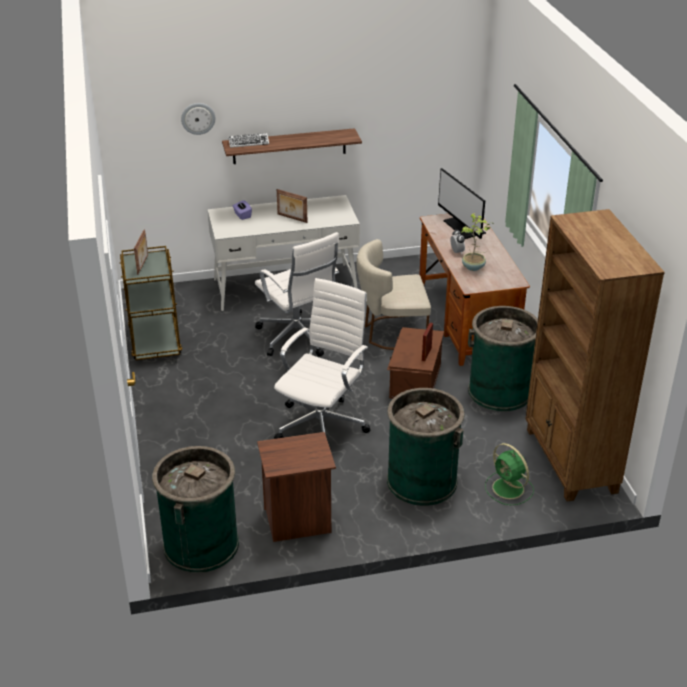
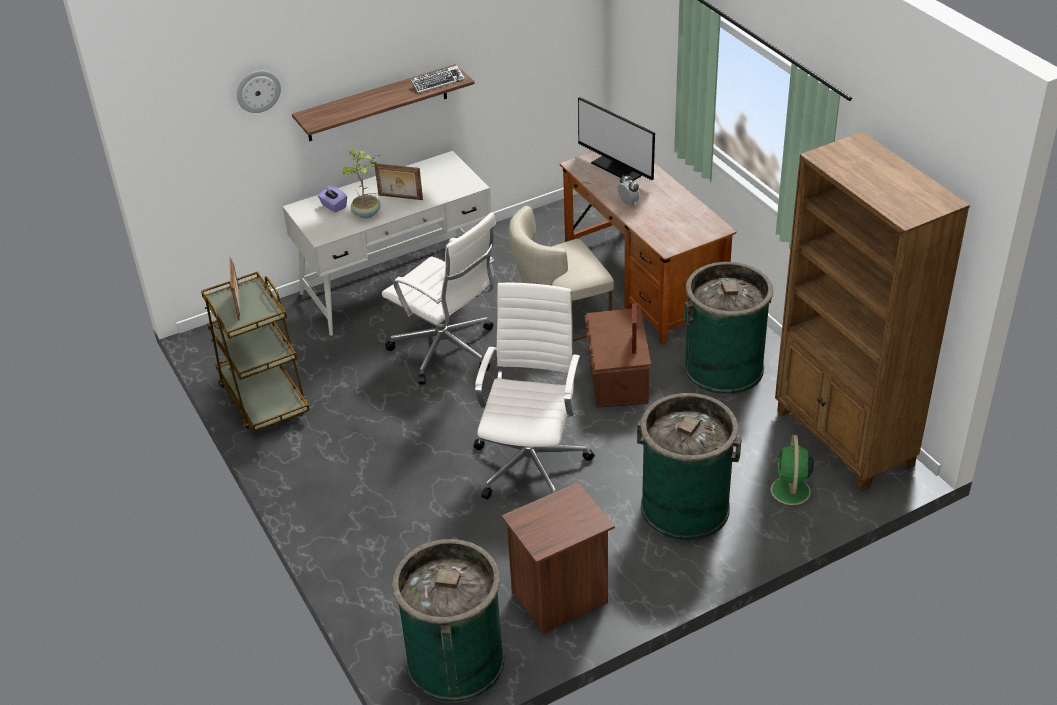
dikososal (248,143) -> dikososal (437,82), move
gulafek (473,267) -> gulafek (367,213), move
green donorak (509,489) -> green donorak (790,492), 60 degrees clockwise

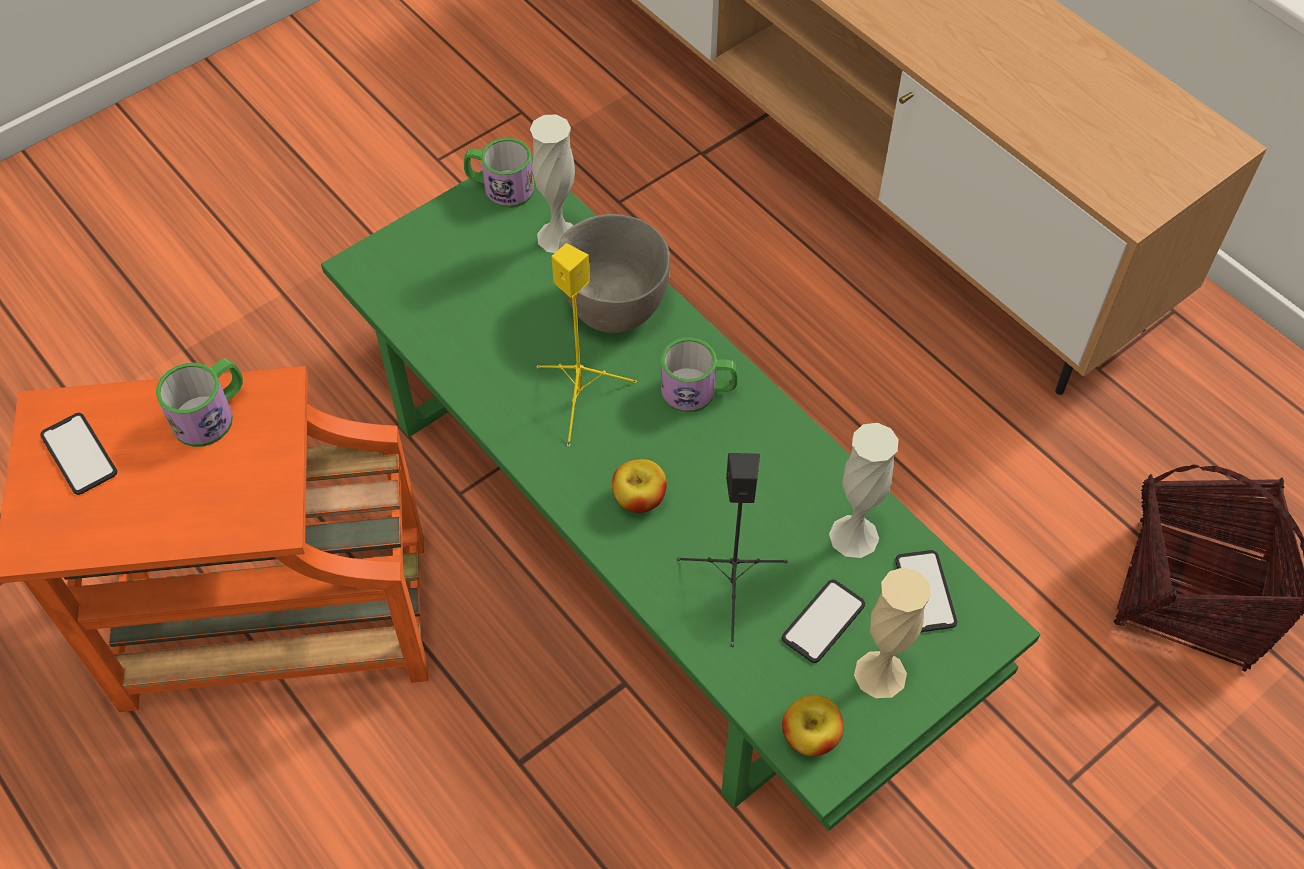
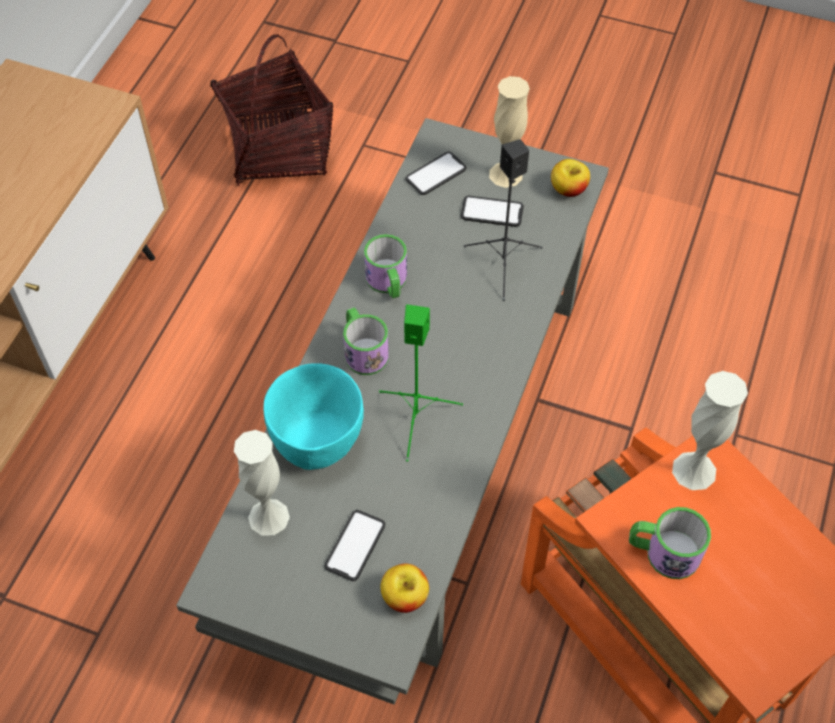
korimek (79,454) -> korimek (355,545), move
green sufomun (650,531) -> grey sufomun (417,441)
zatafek (500,187) -> zatafek (388,282), move
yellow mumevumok (581,396) -> green mumevumok (415,418)
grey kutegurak (614,307) -> turquoise kutegurak (318,439)
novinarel (639,499) -> novinarel (405,597), move
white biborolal (854,536) -> white biborolal (694,470), move

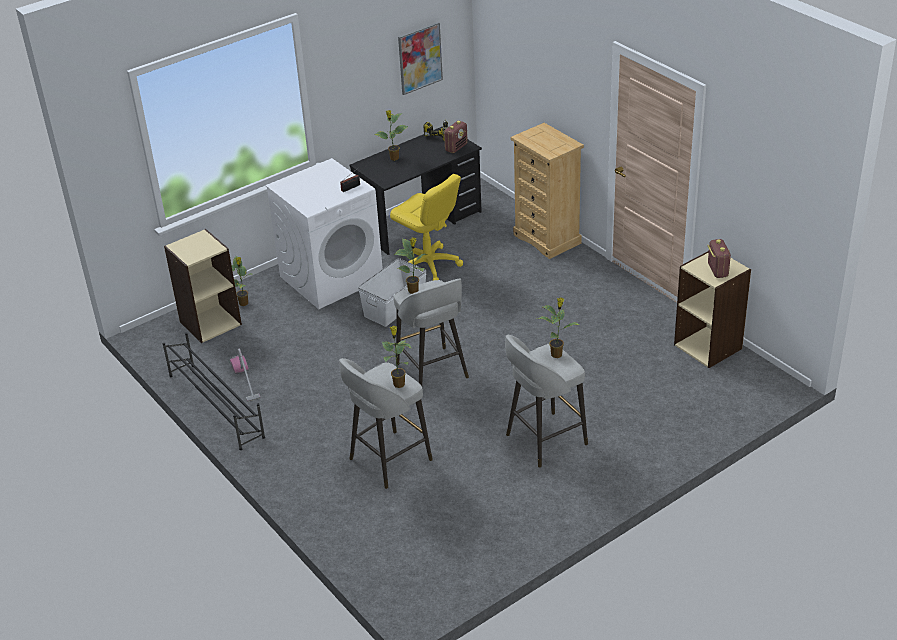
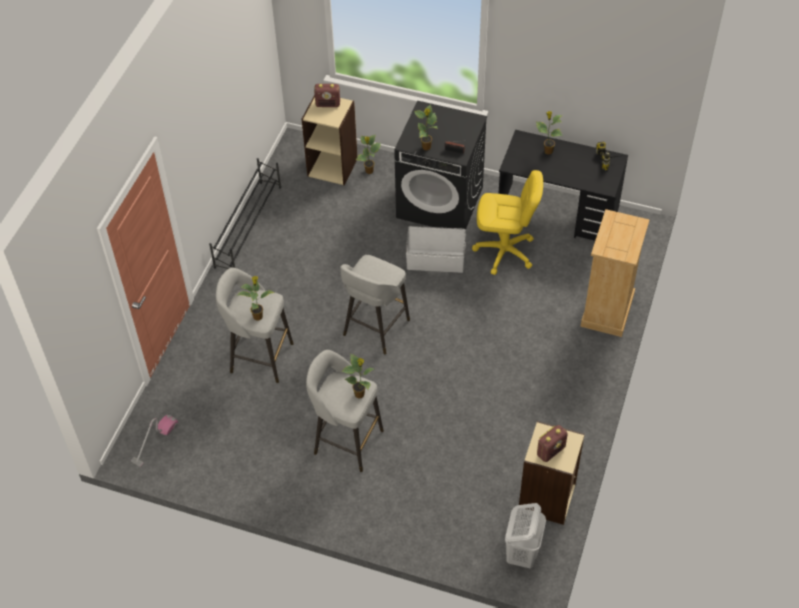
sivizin (245,381) -> sivizin (155,442), move
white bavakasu (331,277) -> black bavakasu (440,202)
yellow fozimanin (428,265) -> yellow fozimanin (504,252), 90 degrees counterclockwise
gulafek (414,290) -> gulafek (426,147), move
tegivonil (420,58) -> none
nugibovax (456,147) -> nugibovax (328,104), move
none -> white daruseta (522,553)

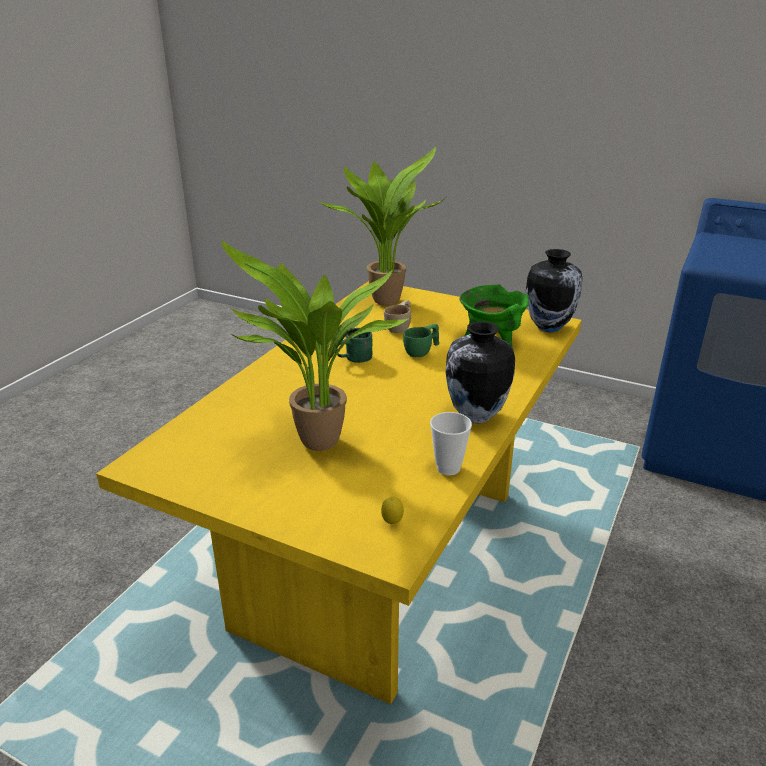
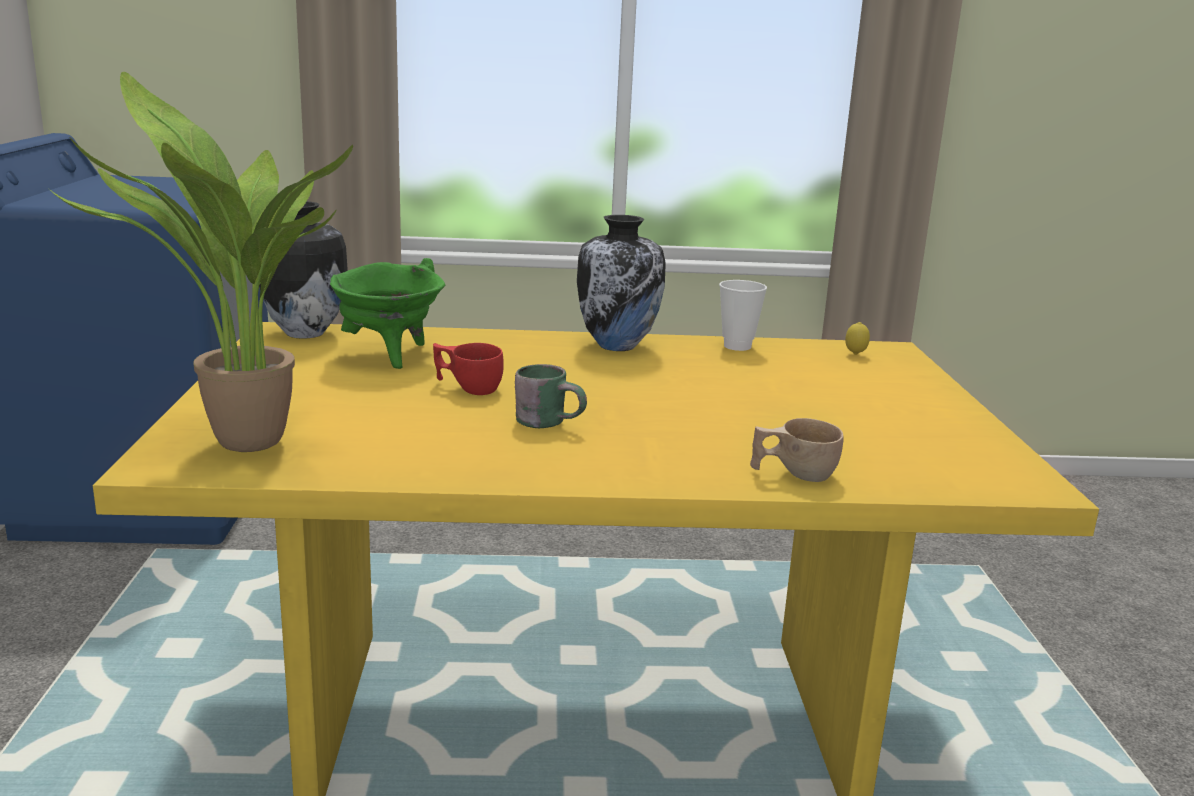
gulafek (316,446) -> none
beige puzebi (400,327) -> beige puzebi (793,473), move
green puzebi (422,351) -> red puzebi (467,387)

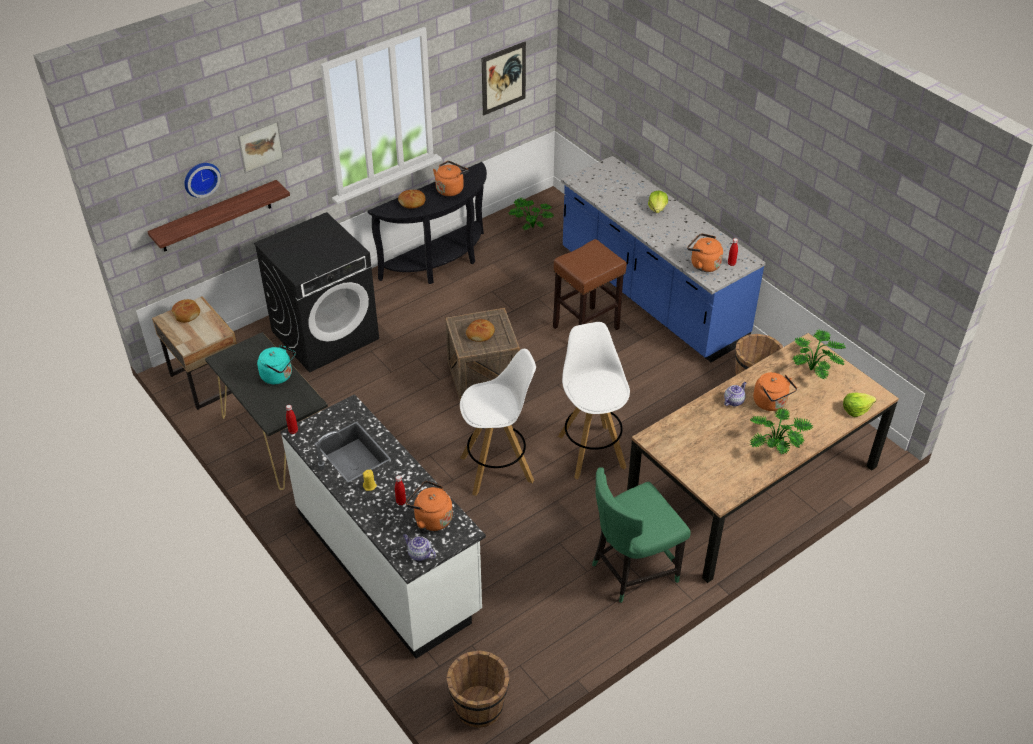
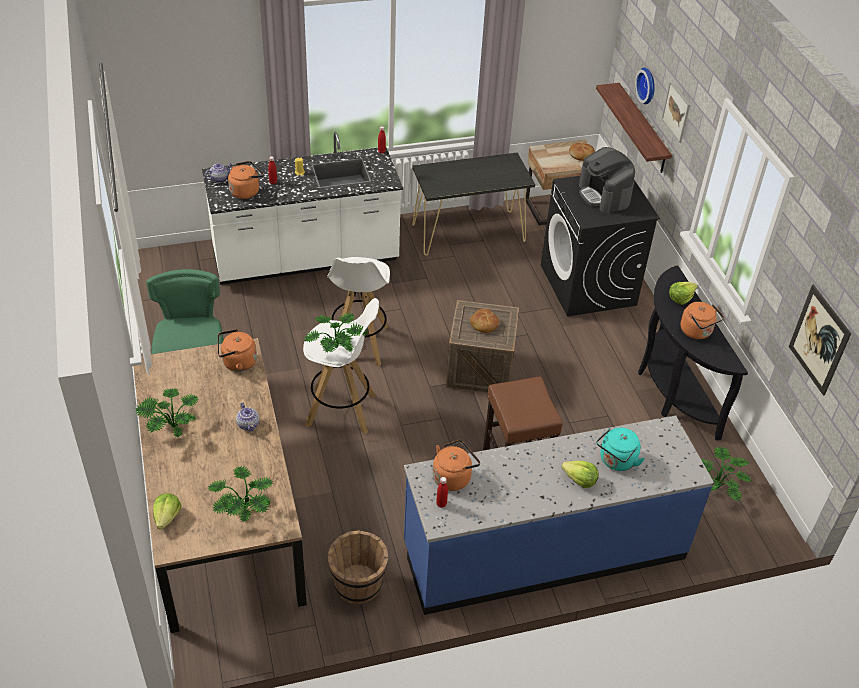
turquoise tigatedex (279,376) -> turquoise tigatedex (616,461), move
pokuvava (412,202) -> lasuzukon (680,298)
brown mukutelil (479,706) -> none
orange tigatedex (771,403) -> orange tigatedex (237,363), move
none -> gulafek (337,350)
none -> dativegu (604,195)

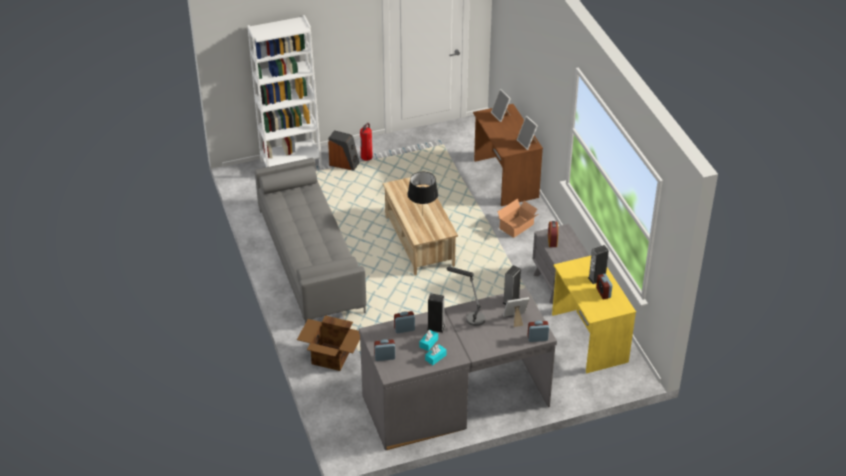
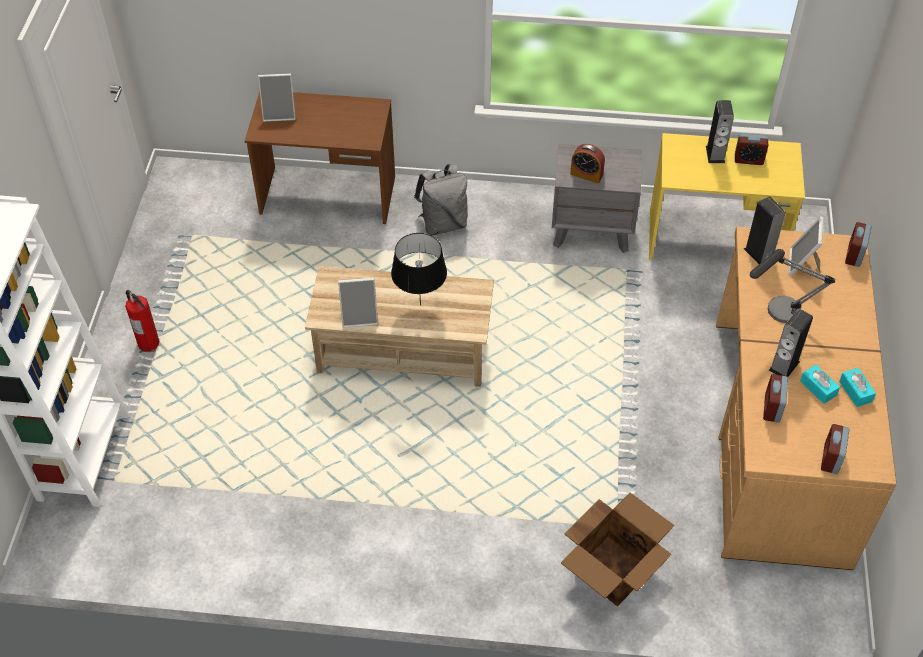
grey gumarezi (309,260) -> none
mumevumok (344,163) -> none
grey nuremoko (455,399) -> brown nuremoko (777,439)
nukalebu (518,226) -> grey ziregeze (443,223)
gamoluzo (527,143) -> gamoluzo (360,316), move

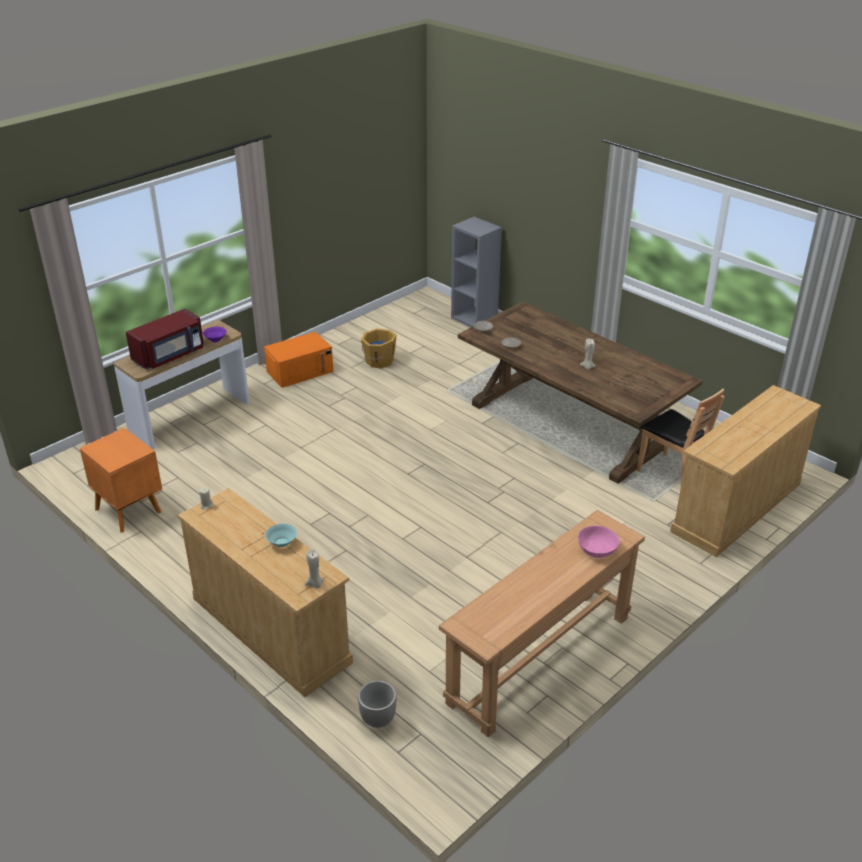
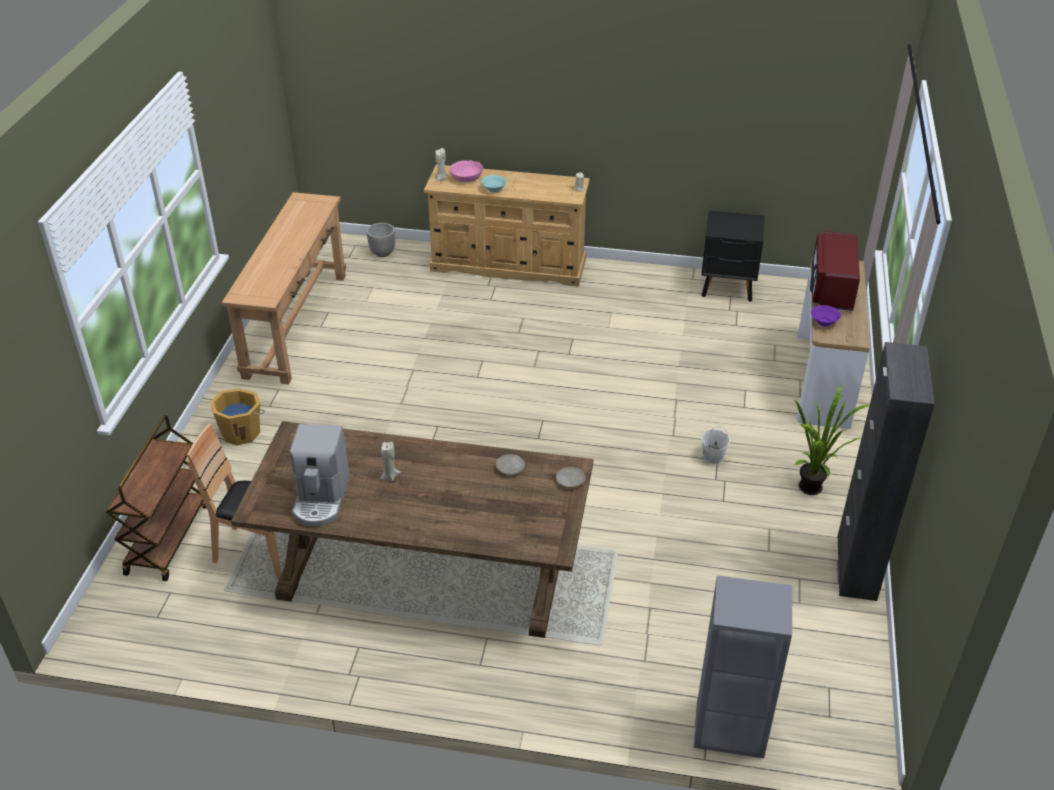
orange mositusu (129,509) -> black mositusu (728,287)
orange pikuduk (300,371) -> gulafek (814,491)
orange mukutelil (379,361) -> orange mukutelil (241,432), move
pink kutegurak (597,549) -> pink kutegurak (466,178), move
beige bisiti (736,508) -> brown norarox (167,538)
none -> dativegu (321,499)
none -> white mukutelil (712,457)
none -> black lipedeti (856,567)

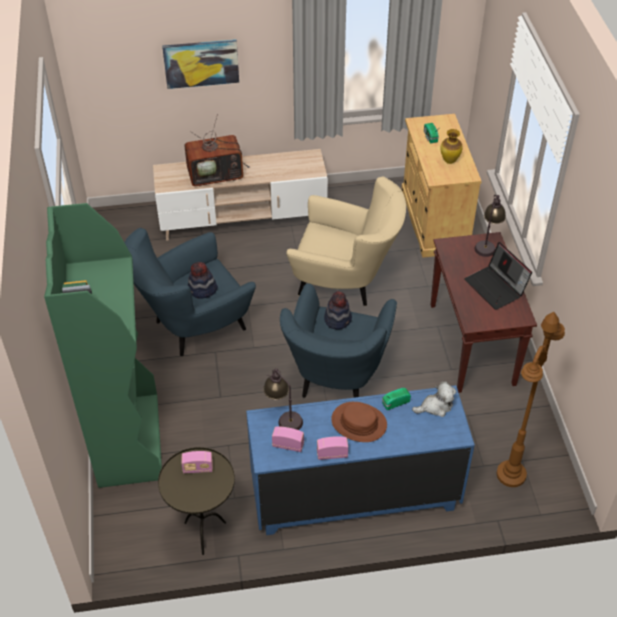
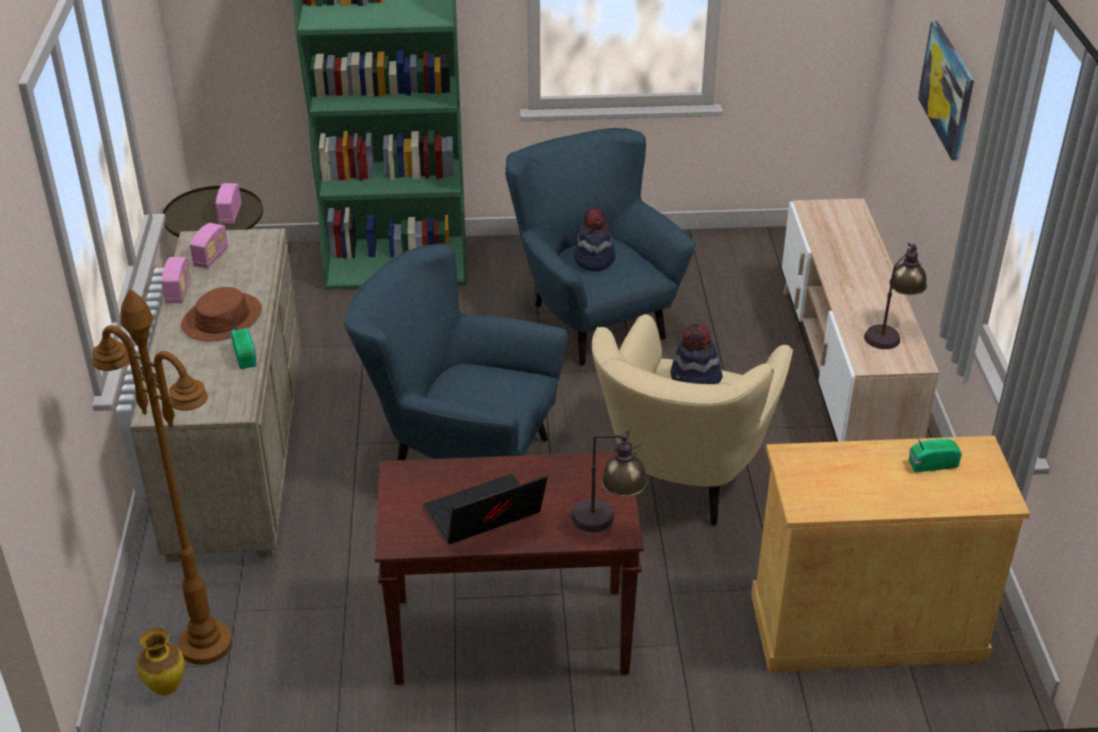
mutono (216,174) -> none
blue bisiti (355,493) -> beige bisiti (238,458)
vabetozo (283,417) -> vabetozo (891,333), move
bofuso (338,319) -> bofuso (695,378), move
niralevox (435,406) -> none
biborolal (449,161) -> biborolal (167,688), move

